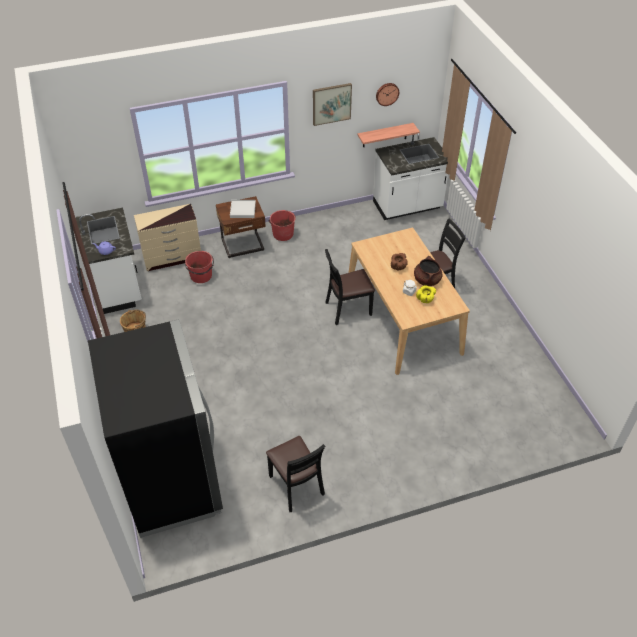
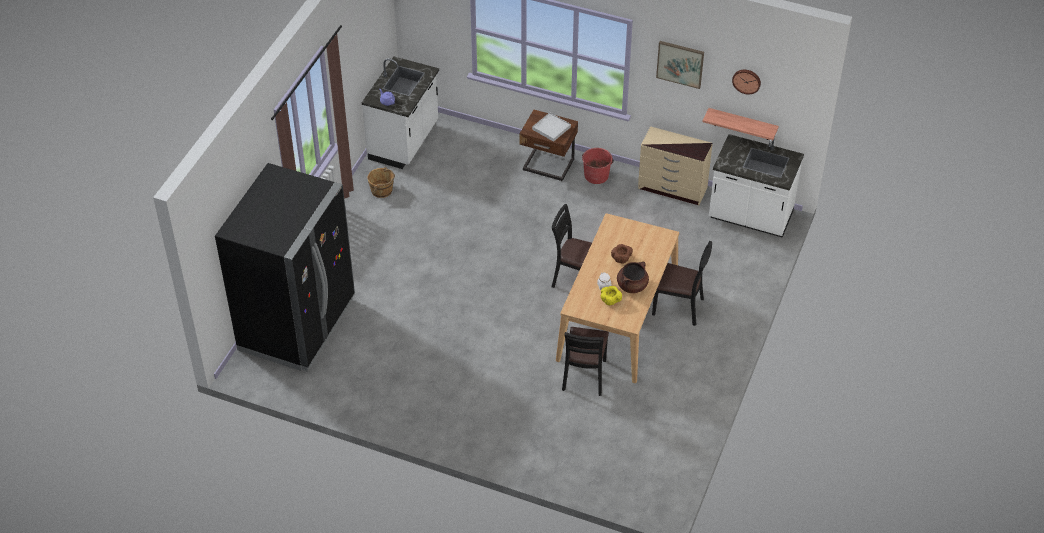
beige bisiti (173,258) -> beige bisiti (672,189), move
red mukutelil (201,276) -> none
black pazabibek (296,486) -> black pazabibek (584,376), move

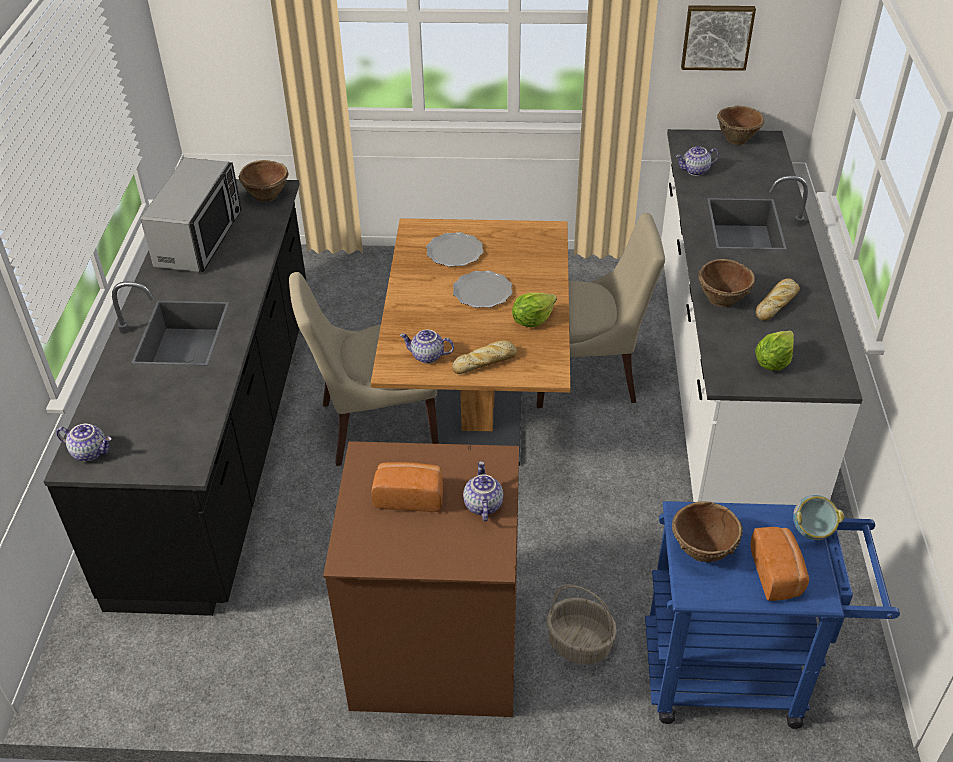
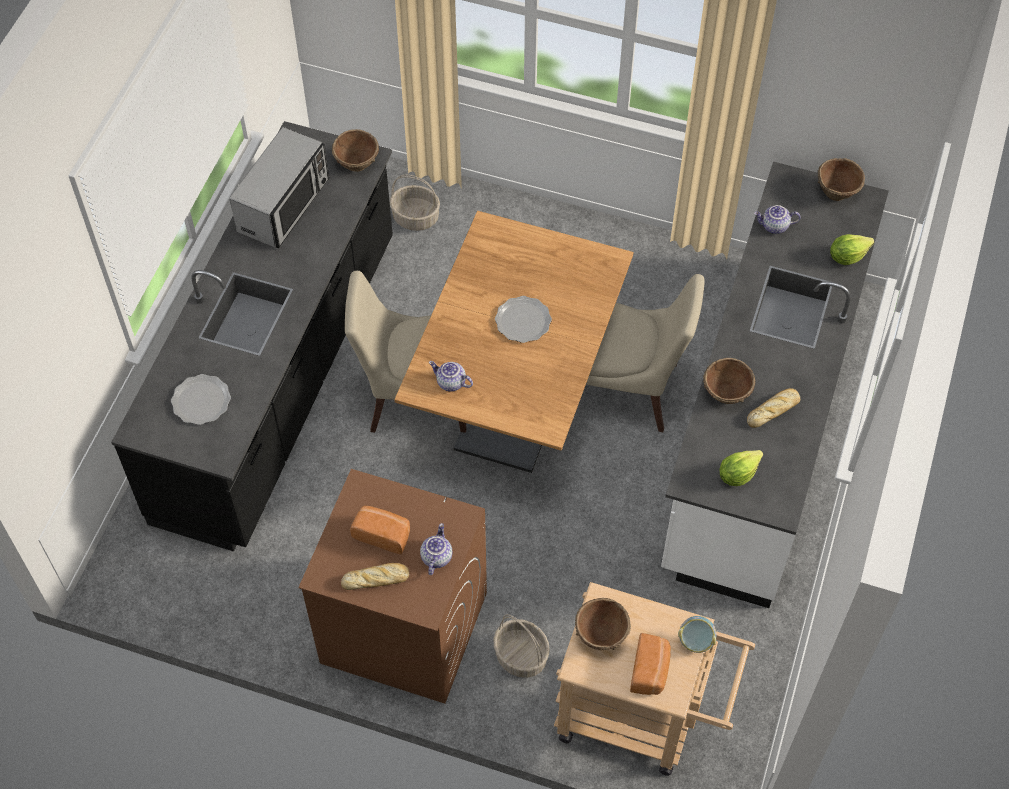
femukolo (90,452) -> none
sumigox (455,252) -> sumigox (201,401), move
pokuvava (486,361) -> pokuvava (376,579), move
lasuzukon (532,320) -> lasuzukon (847,256), move
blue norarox (739,673) -> beige norarox (641,717)
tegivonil (717,36) -> none
none -> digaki (416,217)

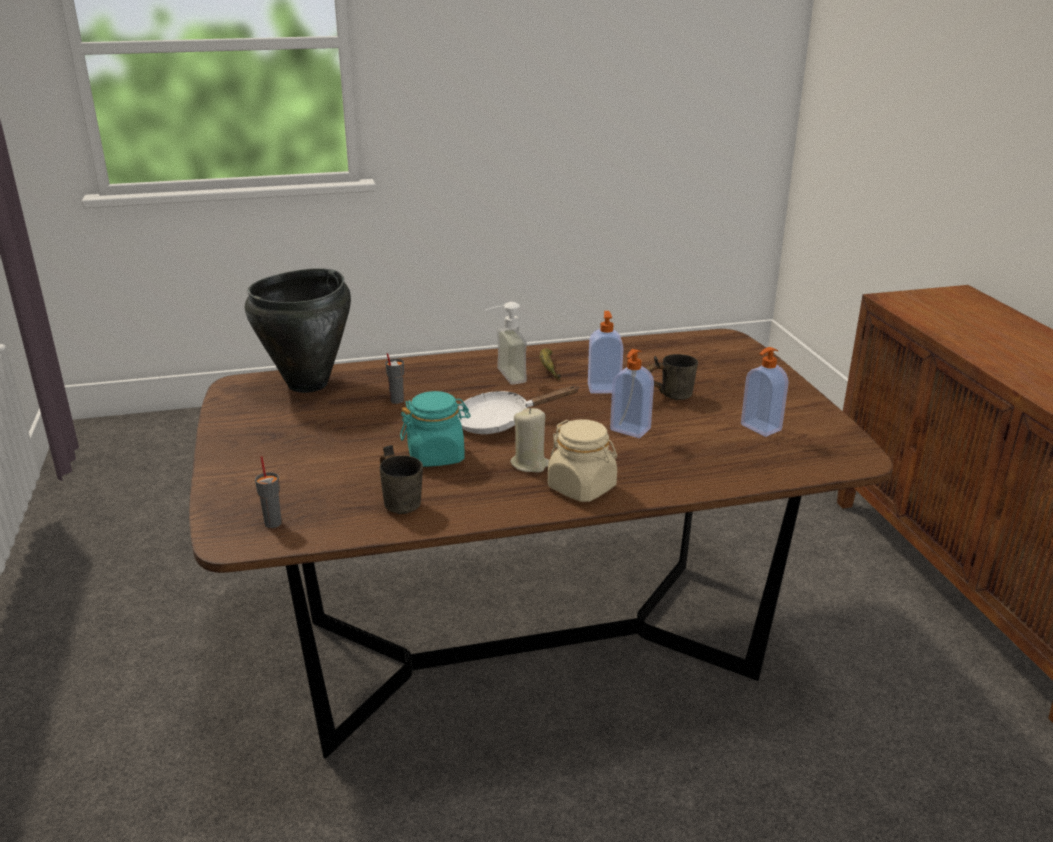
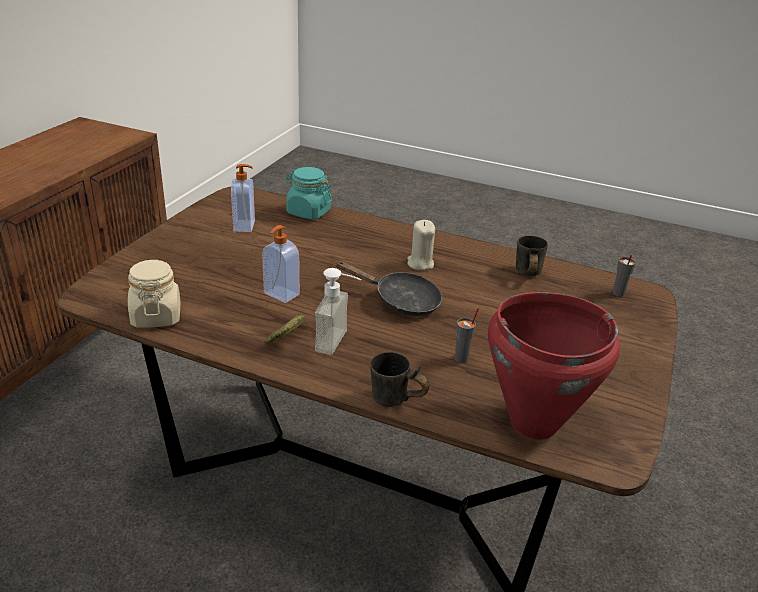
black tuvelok (309,384) -> red tuvelok (532,423)
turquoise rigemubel (436,456) -> turquoise rigemubel (308,212), move
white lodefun (500,422) -> black lodefun (400,301)
beige rigemubel (582,488) -> beige rigemubel (156,316), move
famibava (629,430) -> none
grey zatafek (668,394) -> grey zatafek (394,403), move

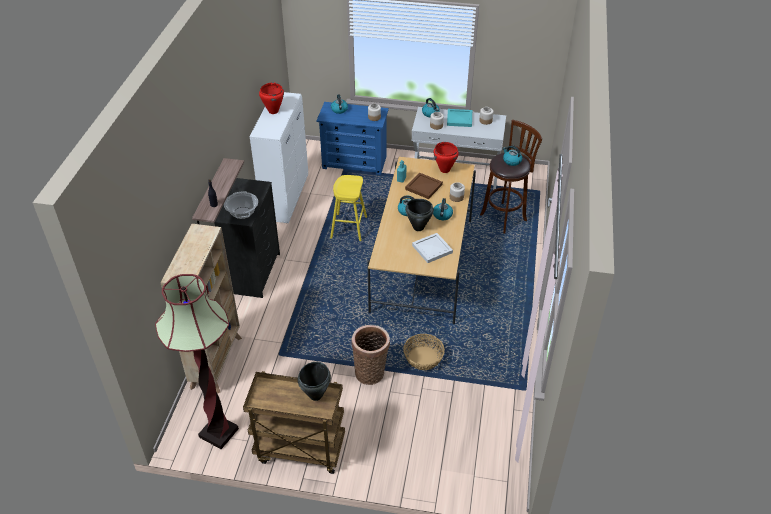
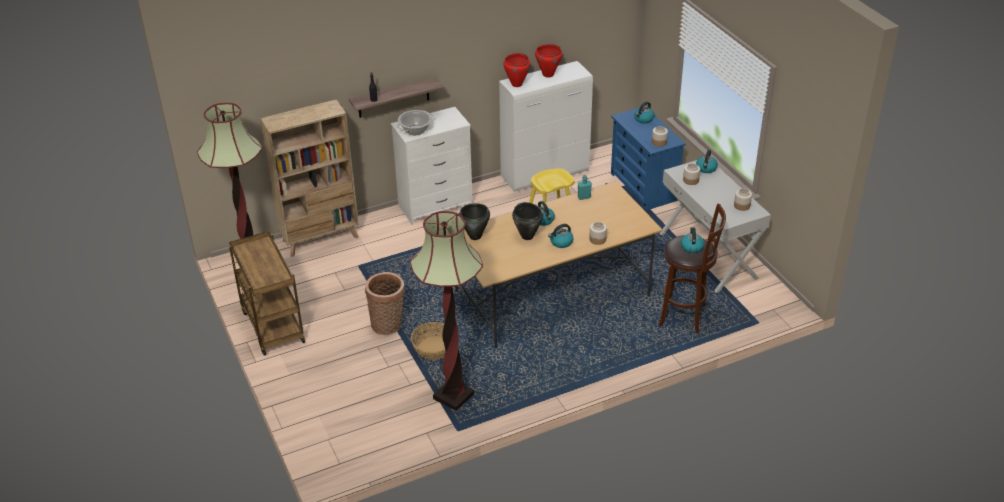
black bisiti (255,273) -> white bisiti (435,206)
black tuvelok (316,395) -> black tuvelok (475,236), move
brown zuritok (424,187) -> none
white zuritok (432,249) -> none
red tuvelok (444,170) -> red tuvelok (516,84), move
turquoise zuritok (460,119) -> none
none -> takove (453,396)

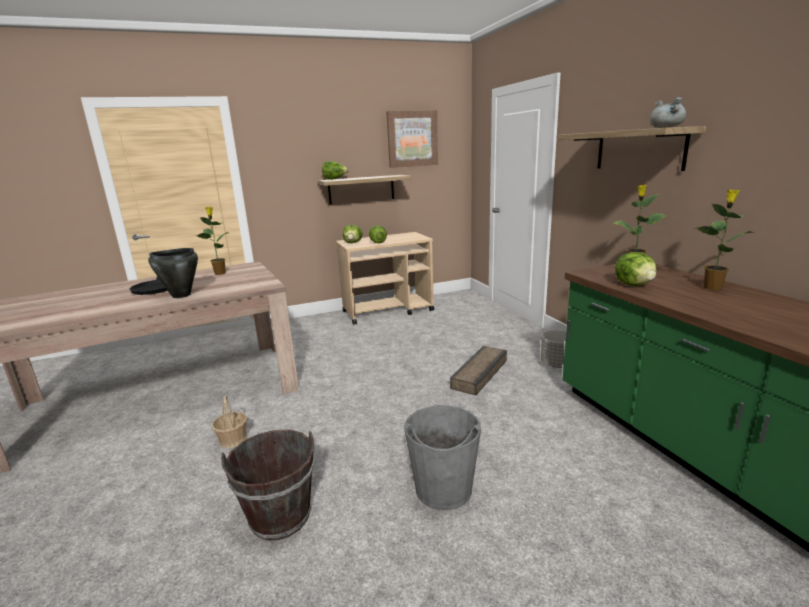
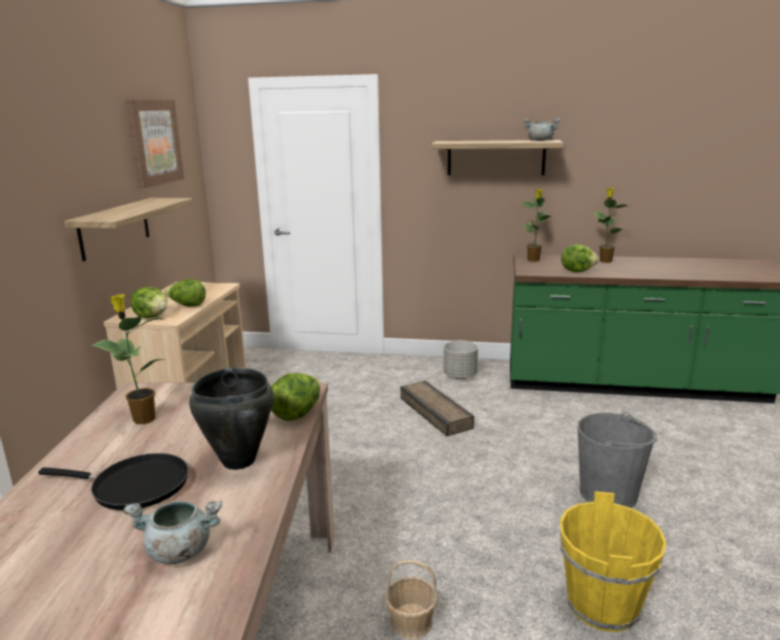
brown mukutelil (280,517) -> yellow mukutelil (603,605)
lasuzukon (335,179) -> lasuzukon (297,413), move
none -> grey tuvelok (179,551)

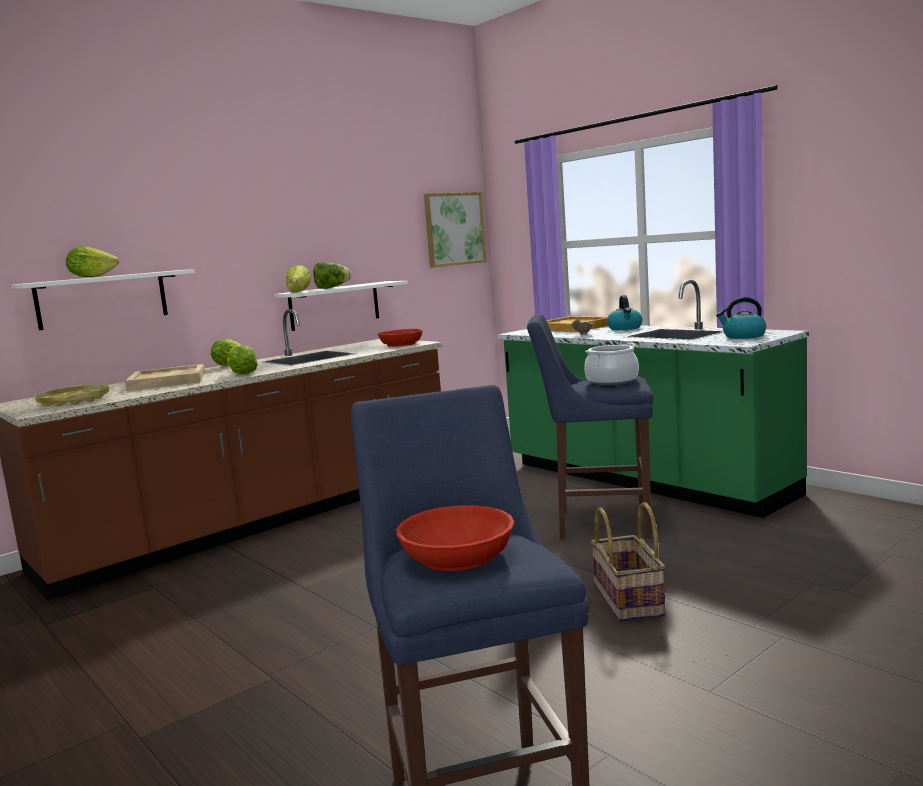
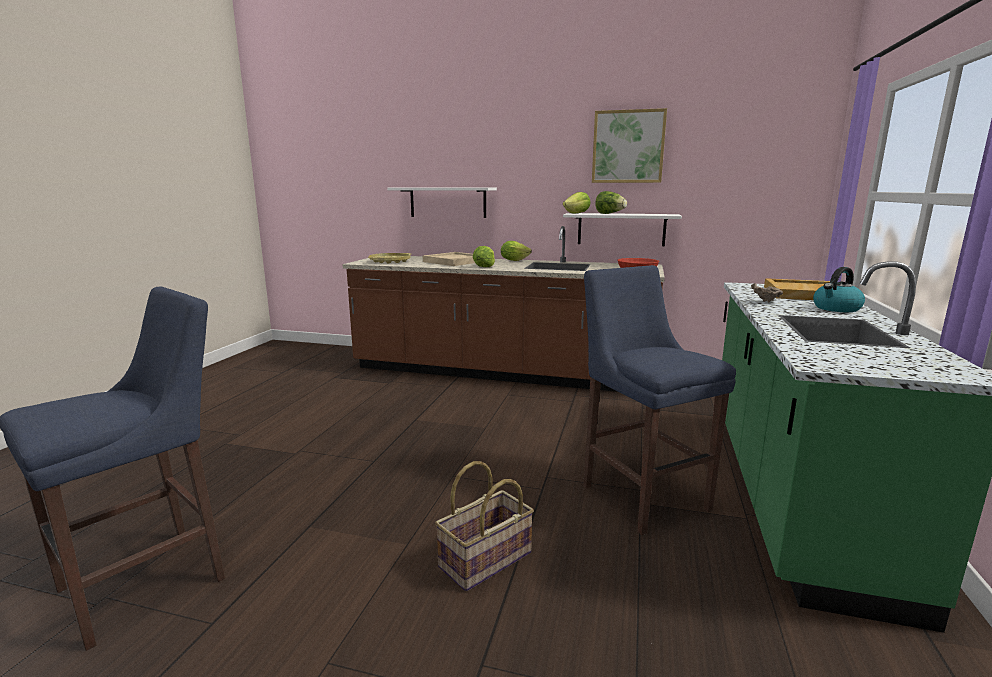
lasuzukon (91,277) -> none
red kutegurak (457,556) -> none
tegivonil (454,229) -> tegivonil (628,147), move
tuvelok (611,381) -> none
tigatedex (743,336) -> none

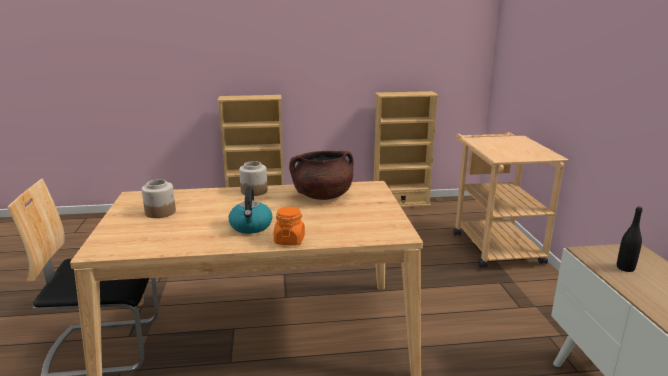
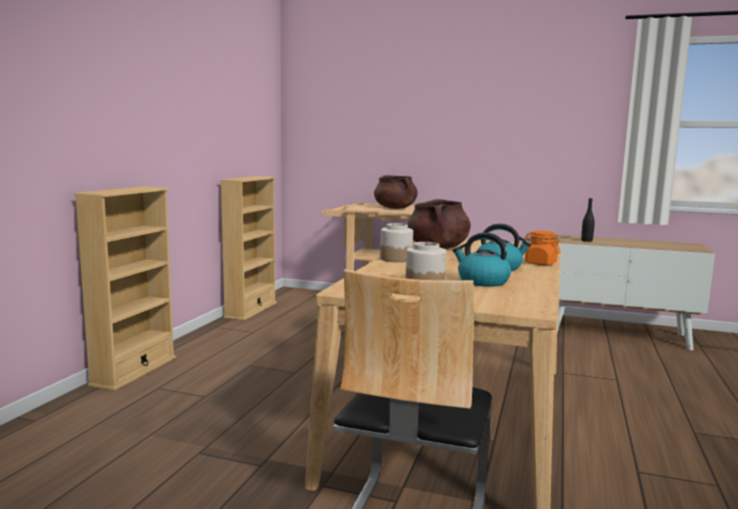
none -> brown tuvelok (395,208)
none -> tigatedex (482,281)

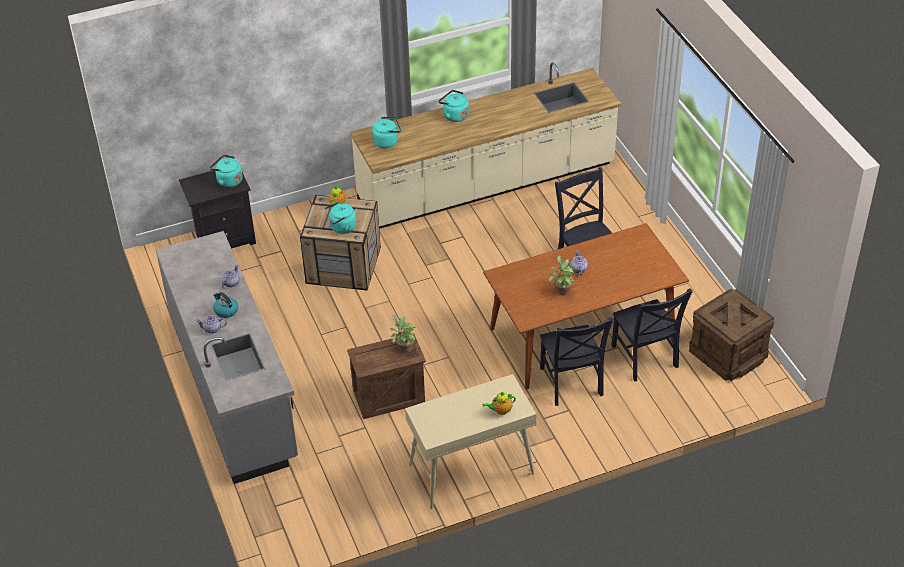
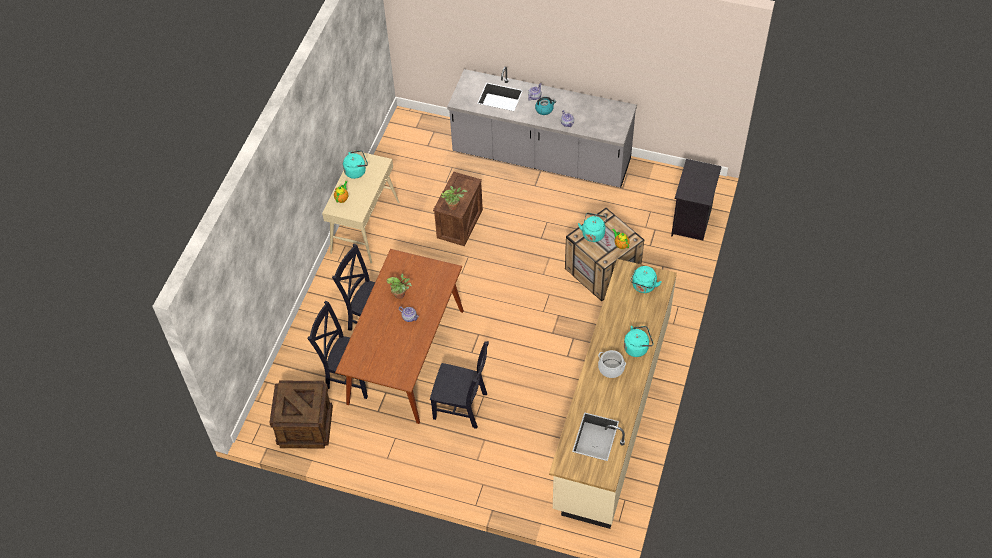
turquoise tigatedex (228,181) -> turquoise tigatedex (356,171), move
none -> tuvelok (611,368)

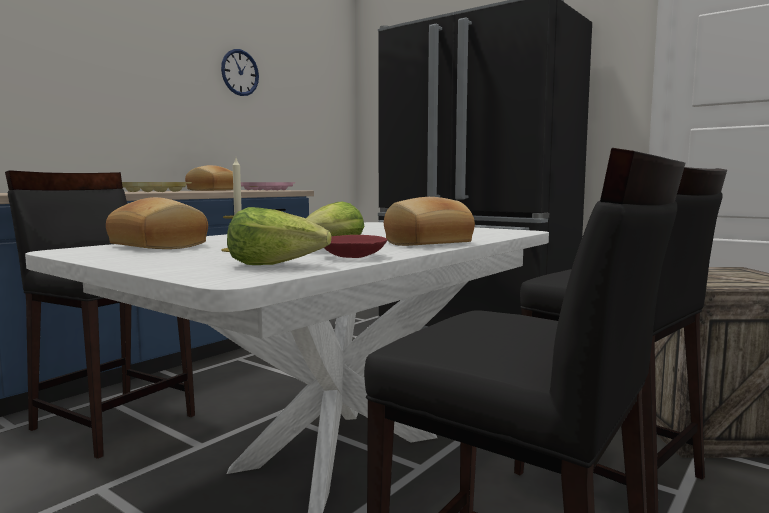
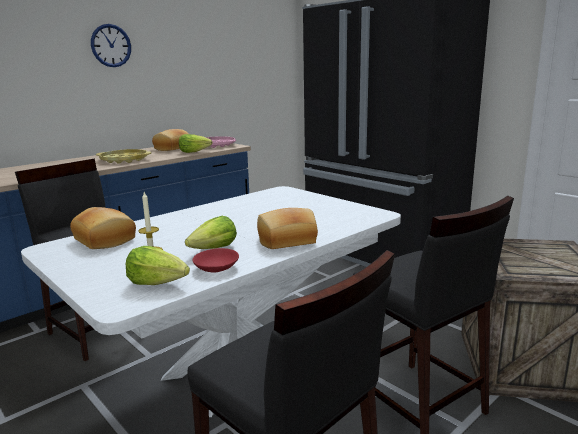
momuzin (240,72) -> momuzin (111,45), move
none -> lasuzukon (194,152)

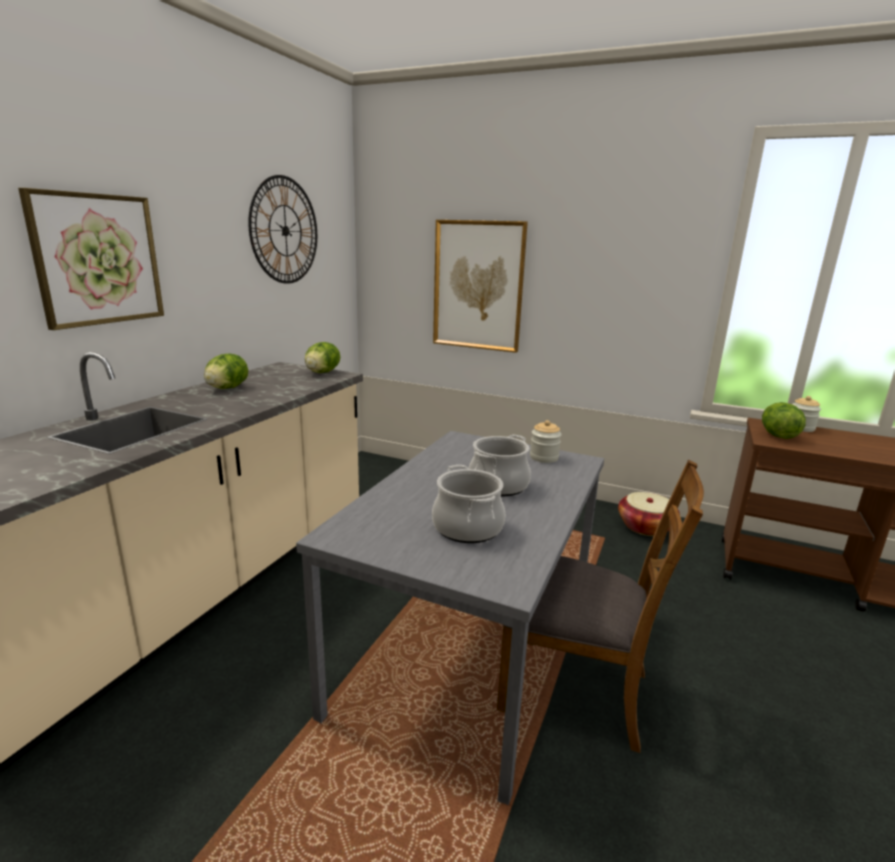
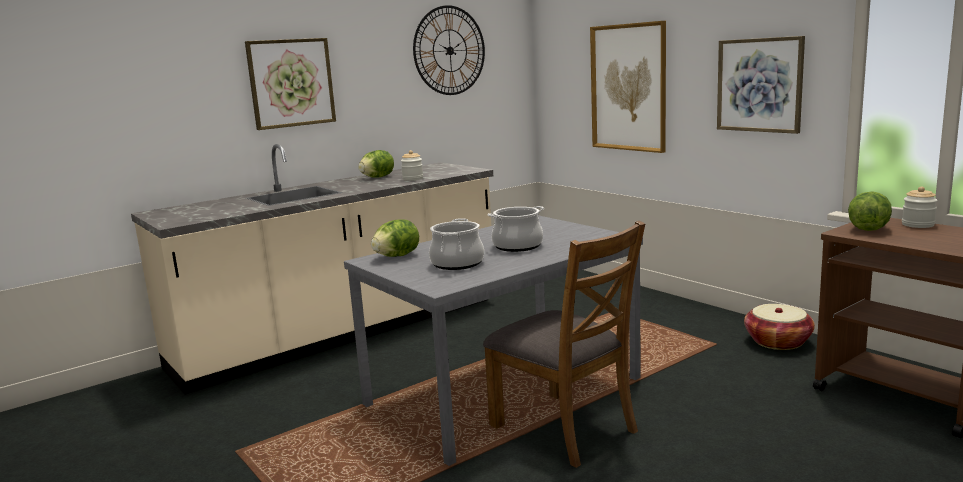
lasuzukon (322,373) -> lasuzukon (397,256), move
rigemubel (544,457) -> rigemubel (413,179), move
none -> tegivonil (759,85)

